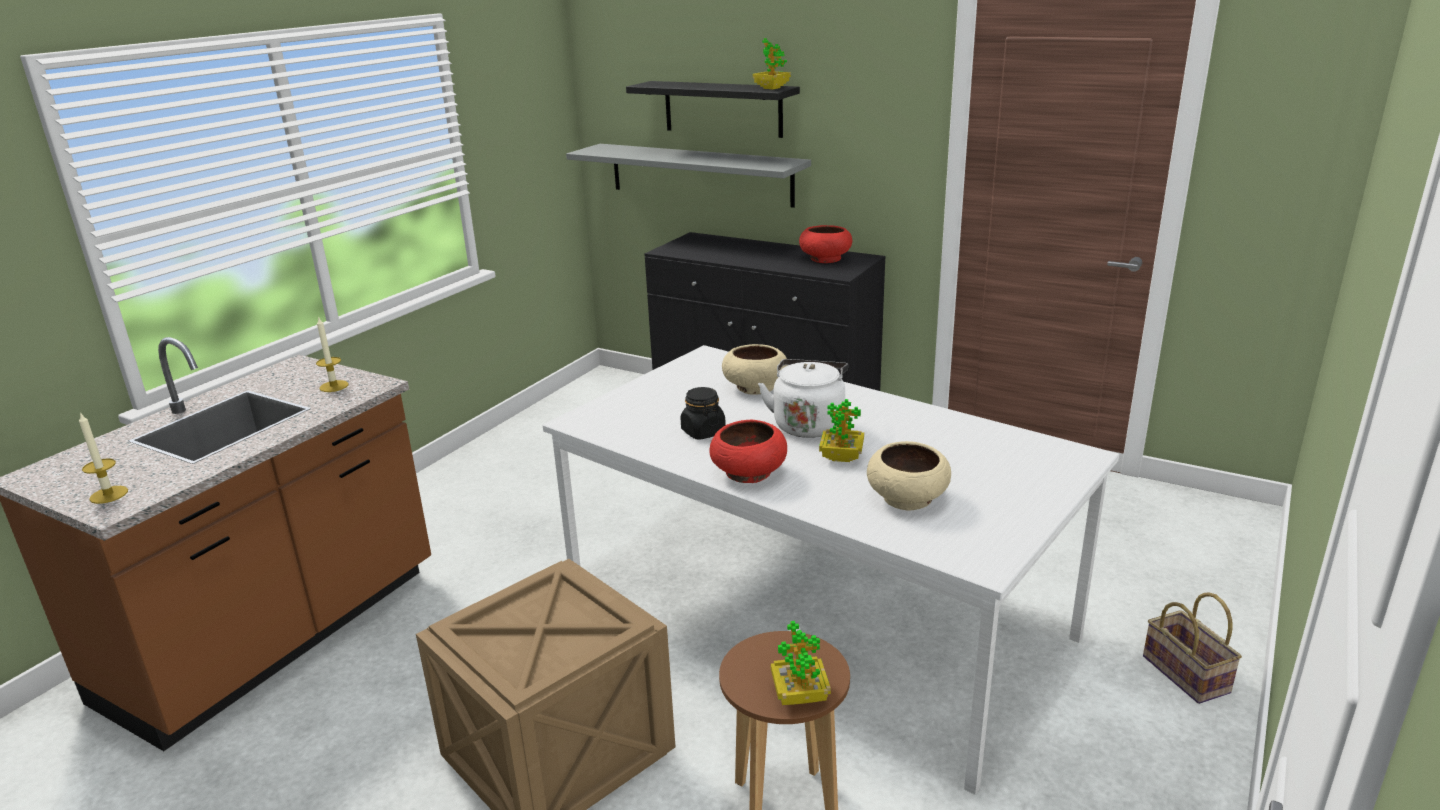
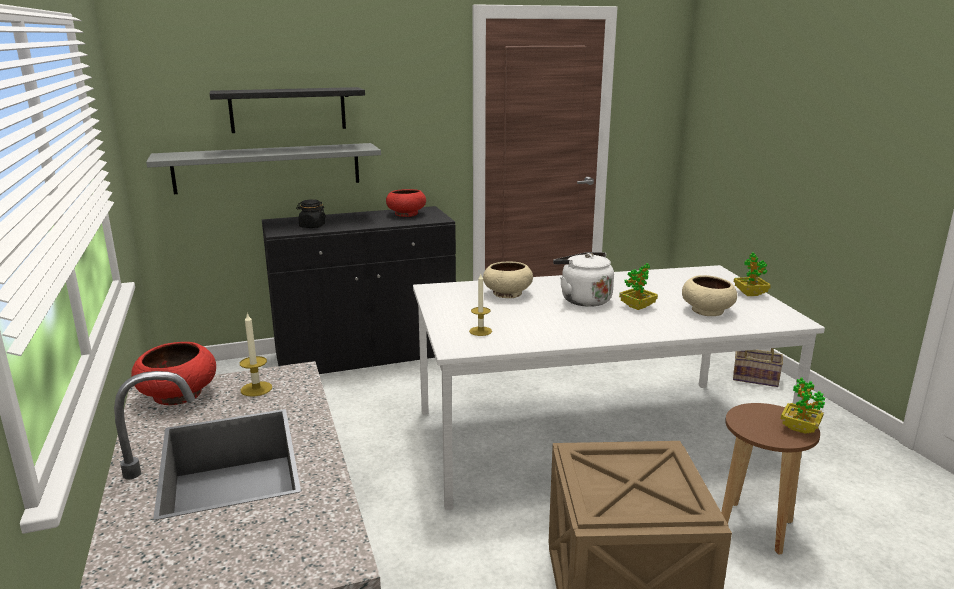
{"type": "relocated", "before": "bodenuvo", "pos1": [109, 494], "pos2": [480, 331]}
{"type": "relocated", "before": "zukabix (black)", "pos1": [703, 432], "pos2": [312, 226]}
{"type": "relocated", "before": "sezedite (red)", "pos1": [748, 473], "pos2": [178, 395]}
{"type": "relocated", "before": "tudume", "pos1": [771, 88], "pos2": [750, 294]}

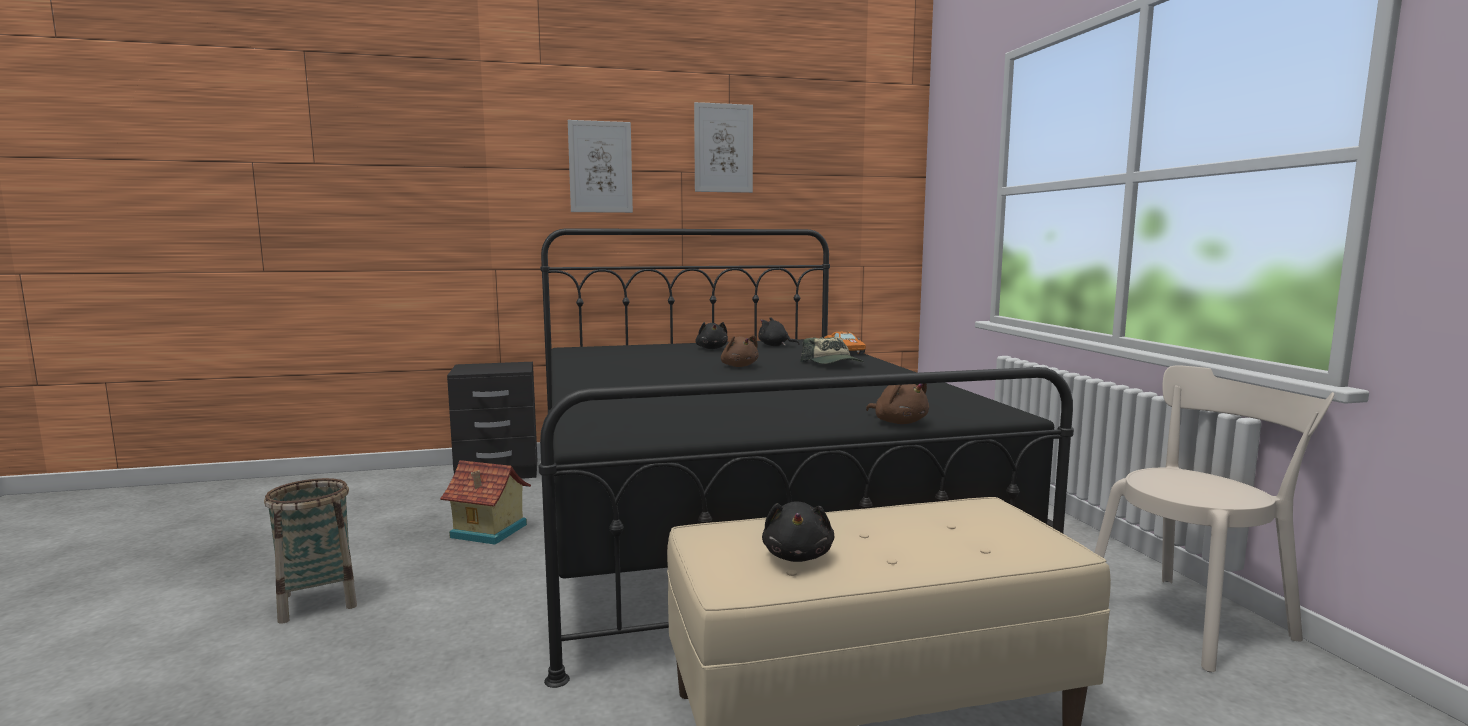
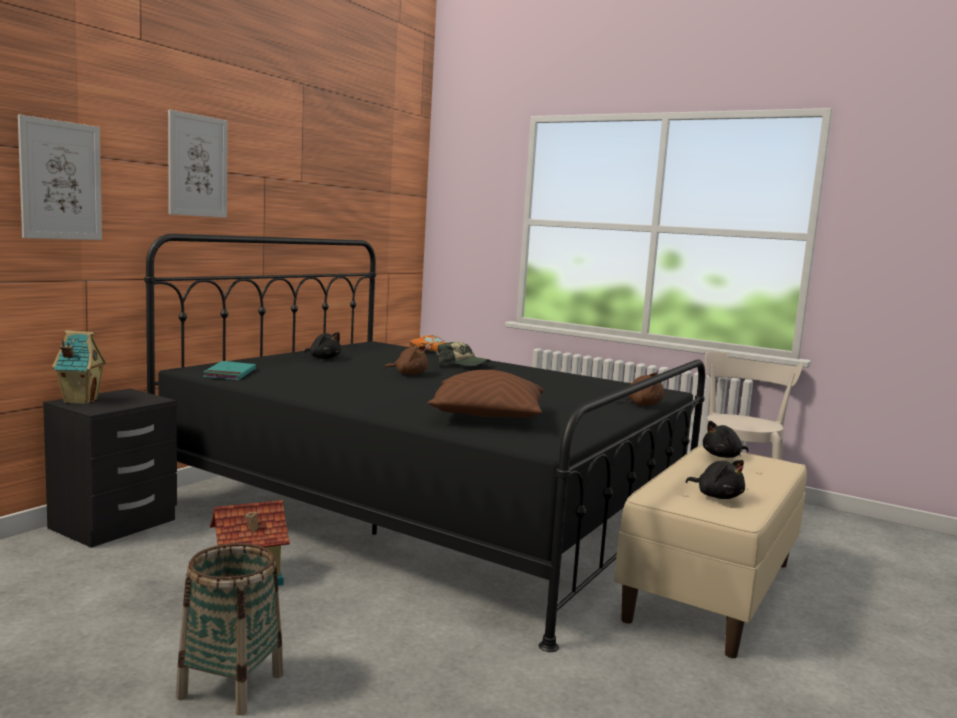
{"type": "relocated", "before": "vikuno", "pos1": [723, 148], "pos2": [61, 180]}
{"type": "relocated", "before": "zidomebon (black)", "pos1": [775, 346], "pos2": [723, 456]}
{"type": "appeared", "after": "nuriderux", "pos2": [80, 400]}
{"type": "appeared", "after": "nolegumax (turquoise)", "pos2": [230, 374]}
{"type": "appeared", "after": "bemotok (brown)", "pos2": [488, 417]}

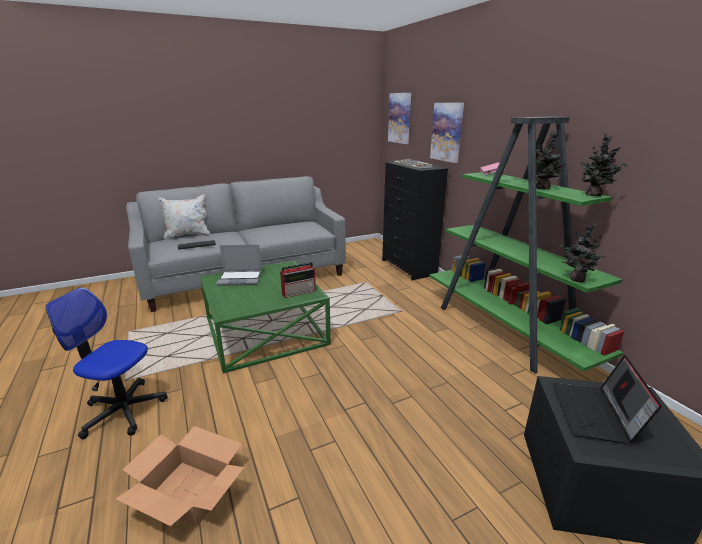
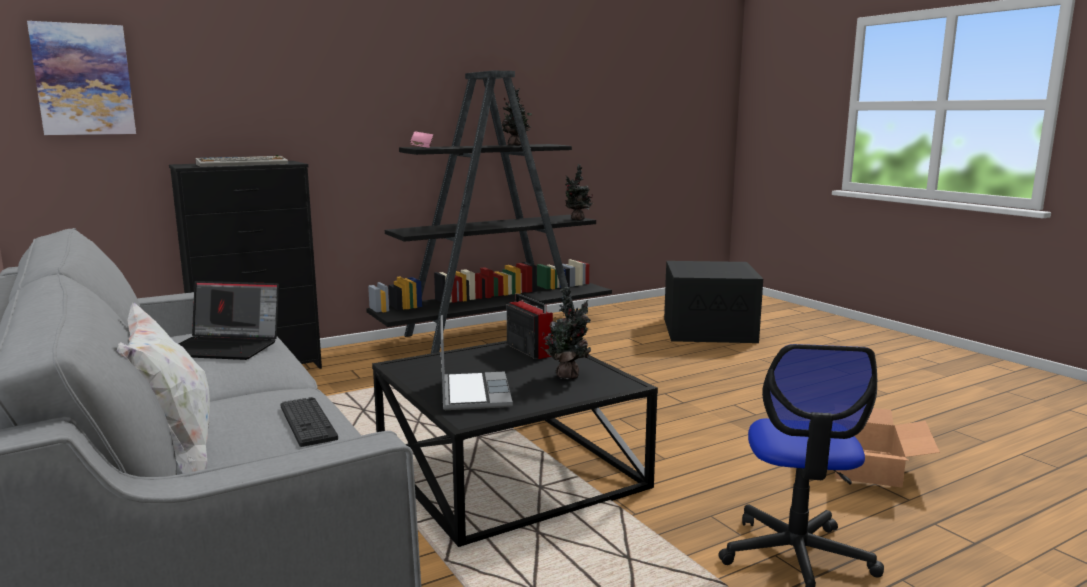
{"type": "colour", "before": "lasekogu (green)", "after": "lasekogu (black)", "pos1": [265, 331], "pos2": [508, 471]}
{"type": "missing", "before": "vikuno", "pos1": [447, 132]}
{"type": "colour", "before": "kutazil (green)", "after": "kutazil (black)", "pos1": [504, 331], "pos2": [495, 332]}
{"type": "relocated", "before": "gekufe", "pos1": [595, 414], "pos2": [226, 347]}
{"type": "relocated", "before": "tudume", "pos1": [594, 195], "pos2": [567, 375]}

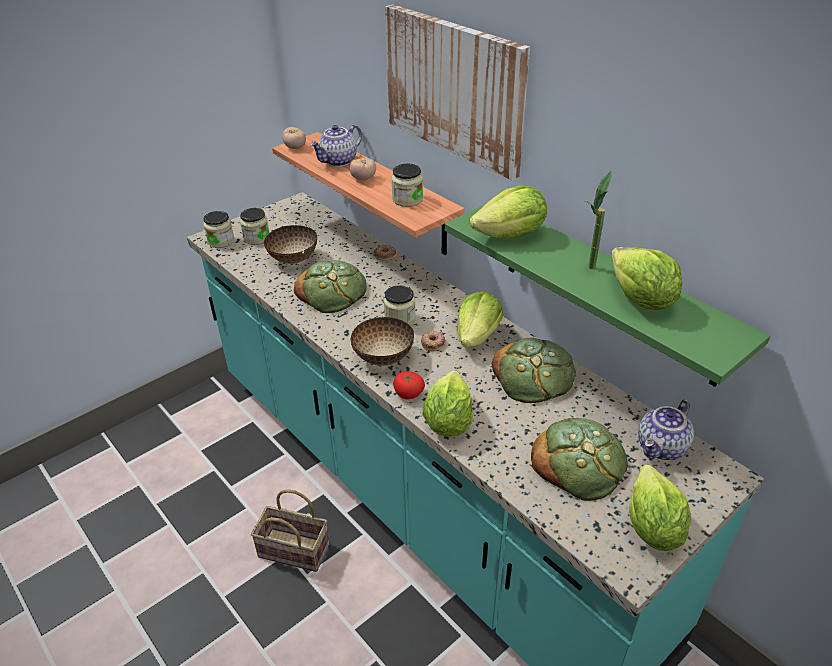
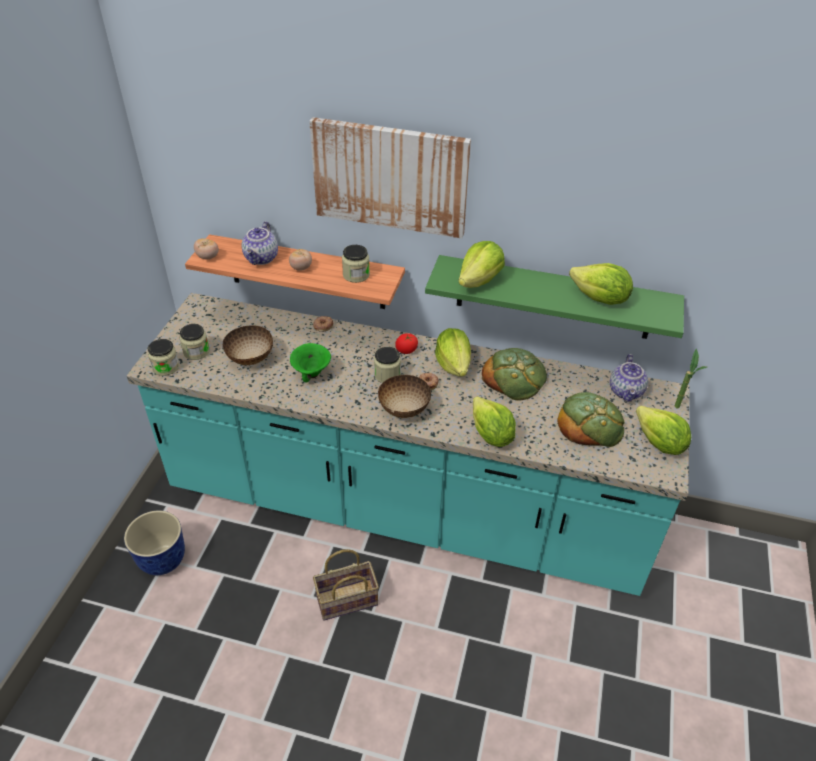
{"type": "exchanged", "before": "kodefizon", "after": "sezedite (green)", "pos1": [332, 291], "pos2": [312, 373]}
{"type": "relocated", "before": "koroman", "pos1": [408, 394], "pos2": [406, 350]}
{"type": "relocated", "before": "tudume", "pos1": [590, 271], "pos2": [679, 410]}
{"type": "appeared", "after": "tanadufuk", "pos2": [163, 559]}

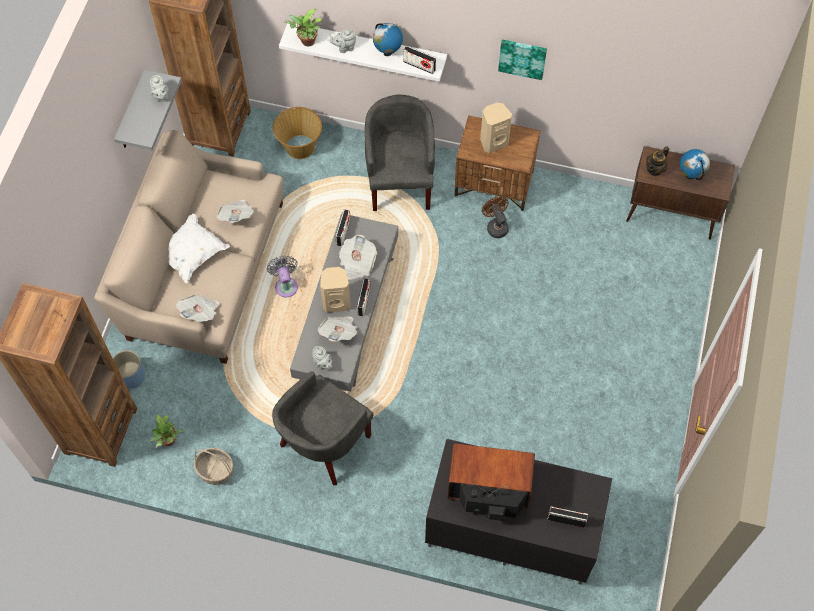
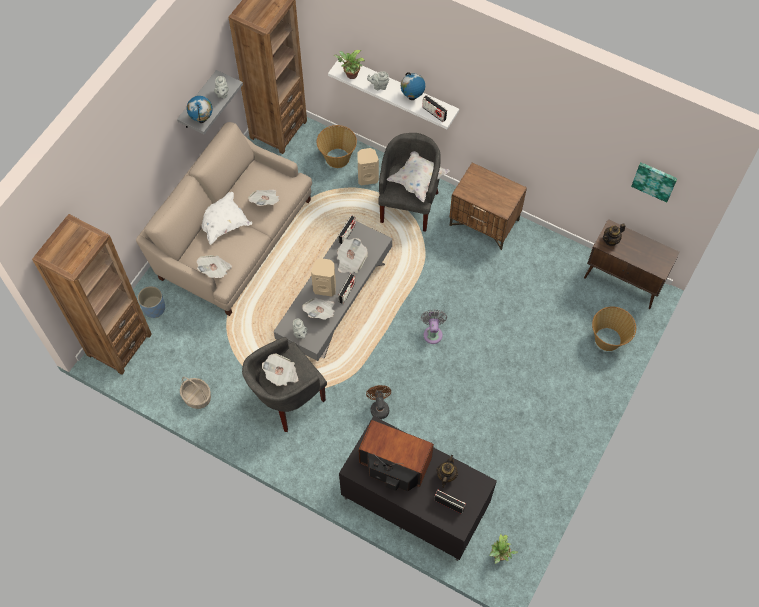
{"type": "relocated", "before": "tudume", "pos1": [168, 442], "pos2": [499, 556]}
{"type": "relocated", "before": "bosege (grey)", "pos1": [286, 285], "pos2": [433, 333]}
{"type": "relocated", "before": "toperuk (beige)", "pos1": [493, 141], "pos2": [367, 177]}
{"type": "relocated", "before": "bosege (brown)", "pos1": [495, 226], "pos2": [379, 407]}
{"type": "relocated", "before": "vikuno", "pos1": [522, 58], "pos2": [654, 180]}
{"type": "relocated", "before": "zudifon", "pos1": [690, 175], "pos2": [202, 120]}
{"type": "appeared", "after": "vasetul", "pos2": [281, 374]}
{"type": "appeared", "after": "bemotok (white)", "pos2": [418, 181]}
{"type": "appeared", "after": "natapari", "pos2": [446, 475]}
{"type": "appeared", "after": "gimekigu", "pos2": [608, 339]}

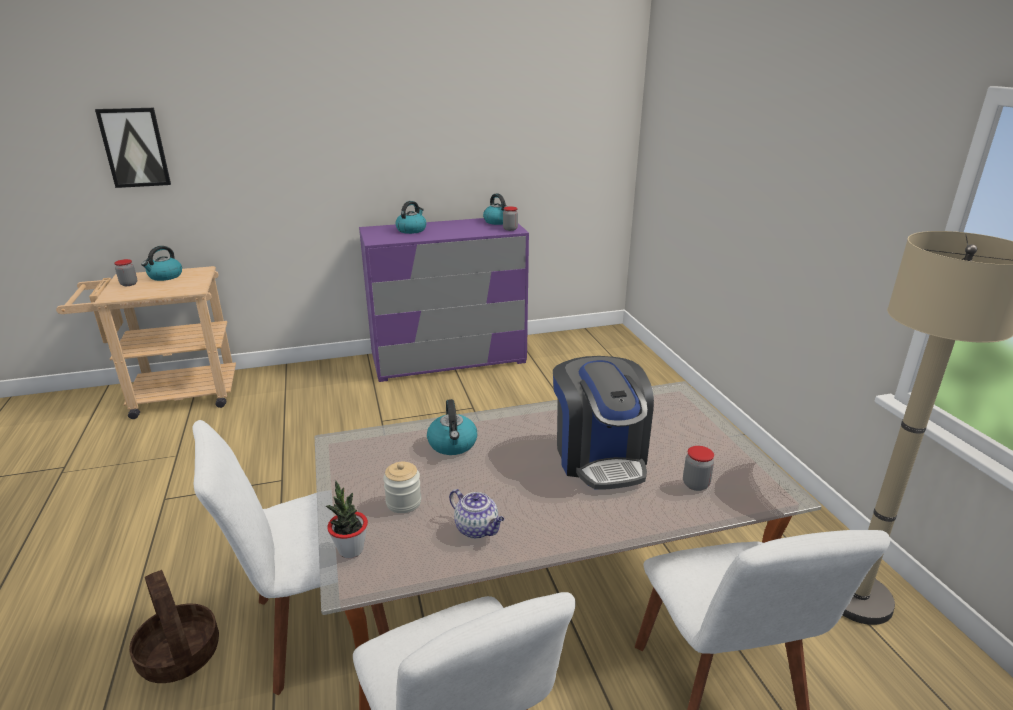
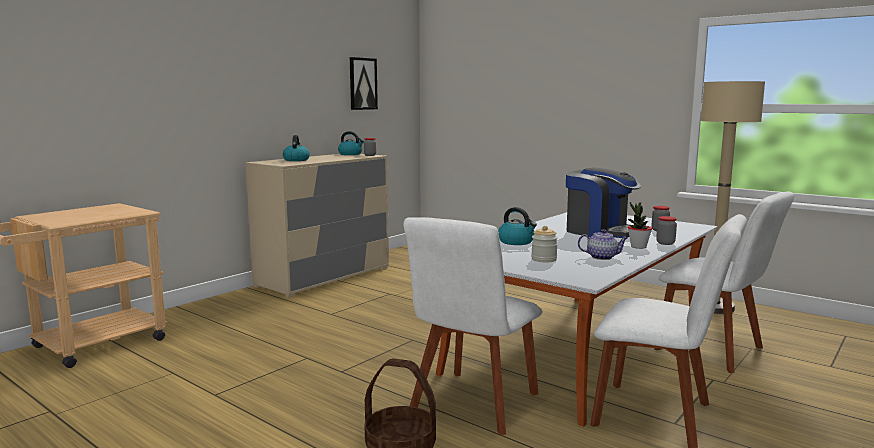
{"type": "relocated", "before": "vikuno", "pos1": [134, 147], "pos2": [362, 83]}
{"type": "relocated", "before": "zukabix", "pos1": [129, 284], "pos2": [665, 243]}
{"type": "missing", "before": "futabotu", "pos1": [165, 276]}
{"type": "relocated", "before": "tudume", "pos1": [351, 550], "pos2": [638, 247]}
{"type": "colour", "before": "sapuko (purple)", "after": "sapuko (beige)", "pos1": [448, 359], "pos2": [324, 277]}

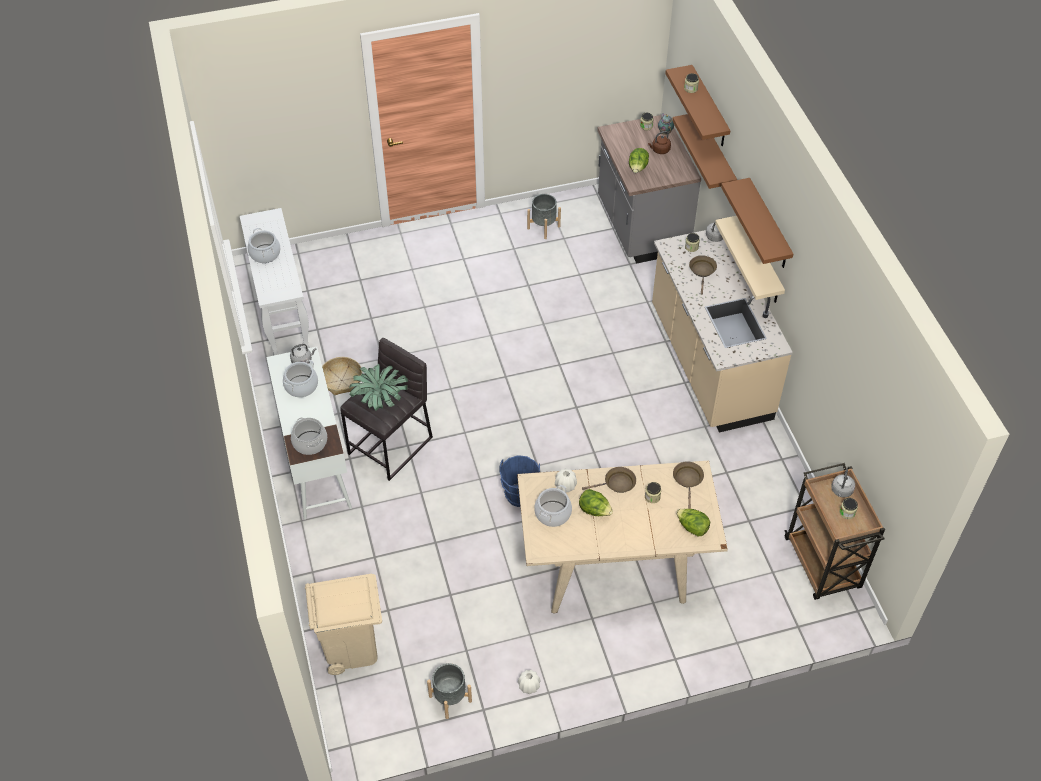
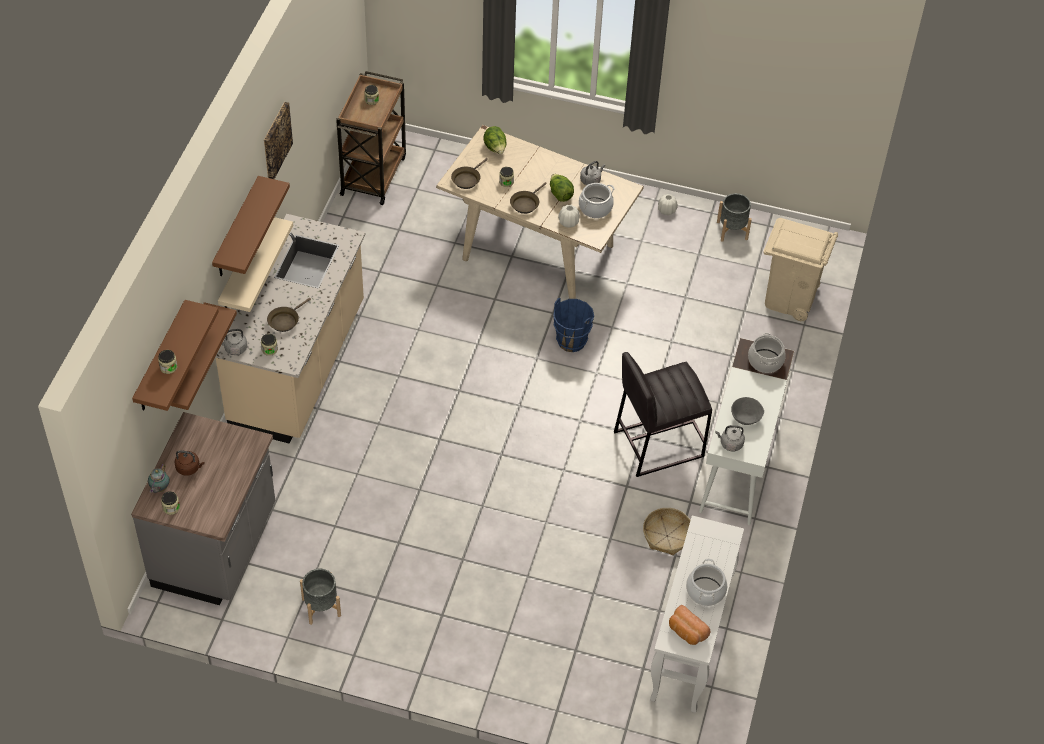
{"type": "exchanged", "before": "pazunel", "after": "sezedite (grey)", "pos1": [301, 386], "pos2": [745, 418]}
{"type": "missing", "before": "tudume", "pos1": [379, 400]}
{"type": "spun", "before": "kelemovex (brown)", "pos1": [617, 484], "pos2": [526, 203], "turn": -75}
{"type": "missing", "before": "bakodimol", "pos1": [637, 168]}
{"type": "relocated", "before": "futabotu (grey)", "pos1": [841, 491], "pos2": [591, 180]}
{"type": "appeared", "after": "vikuno", "pos2": [276, 141]}
{"type": "appeared", "after": "kodefizon", "pos2": [686, 632]}

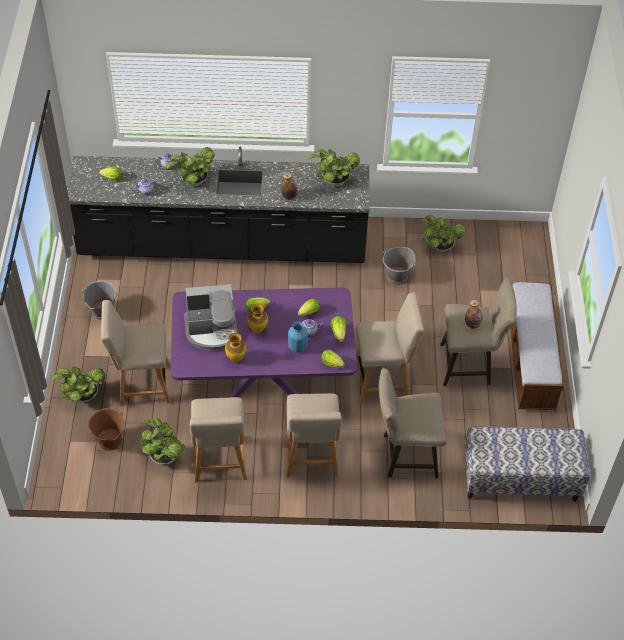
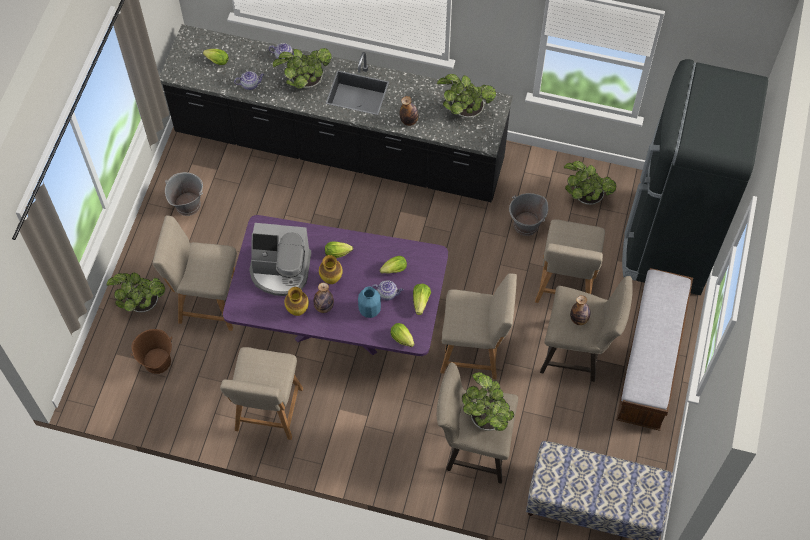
{"type": "relocated", "before": "tudume", "pos1": [163, 456], "pos2": [486, 416]}
{"type": "relocated", "before": "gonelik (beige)", "pos1": [312, 458], "pos2": [565, 287]}
{"type": "appeared", "after": "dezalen", "pos2": [324, 307]}
{"type": "appeared", "after": "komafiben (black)", "pos2": [668, 242]}

